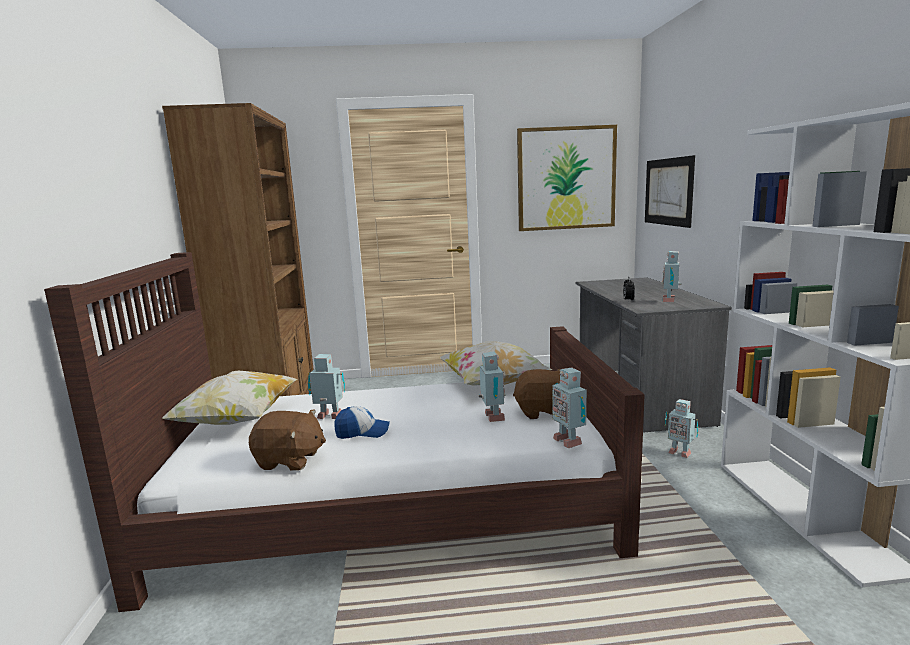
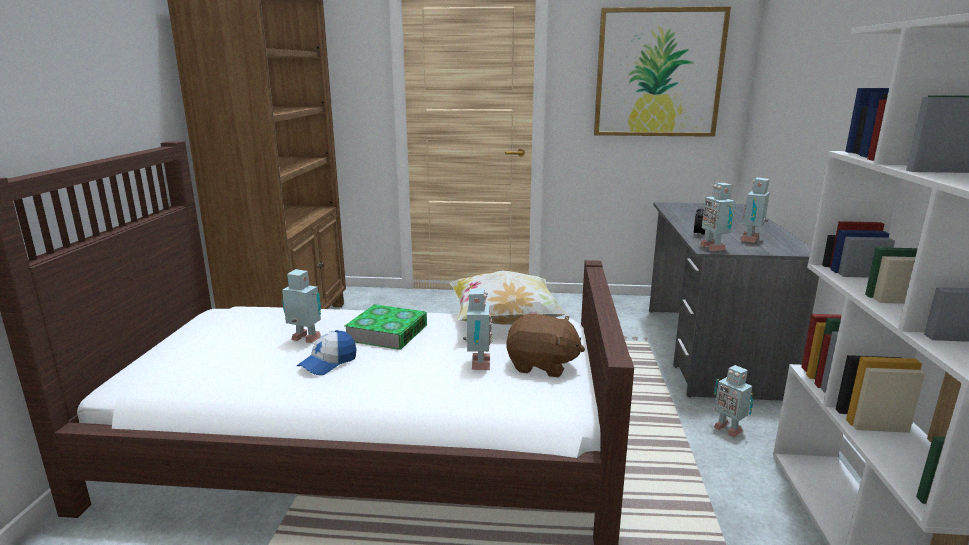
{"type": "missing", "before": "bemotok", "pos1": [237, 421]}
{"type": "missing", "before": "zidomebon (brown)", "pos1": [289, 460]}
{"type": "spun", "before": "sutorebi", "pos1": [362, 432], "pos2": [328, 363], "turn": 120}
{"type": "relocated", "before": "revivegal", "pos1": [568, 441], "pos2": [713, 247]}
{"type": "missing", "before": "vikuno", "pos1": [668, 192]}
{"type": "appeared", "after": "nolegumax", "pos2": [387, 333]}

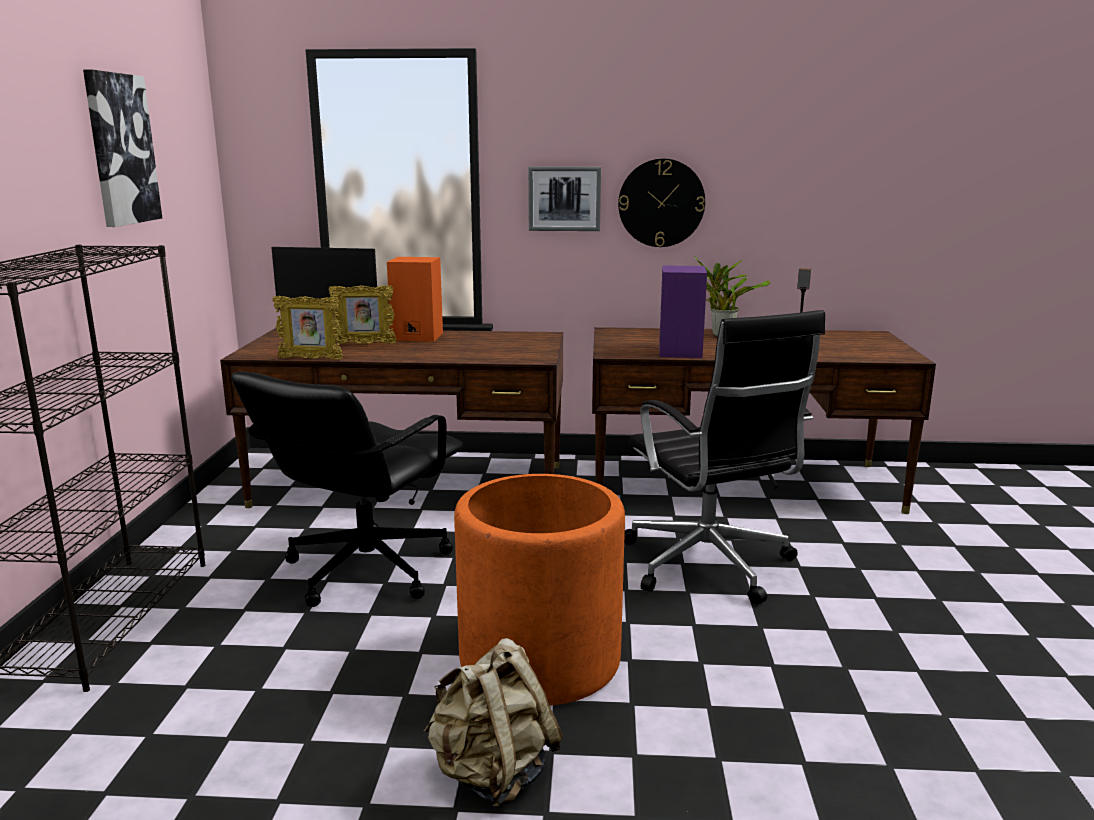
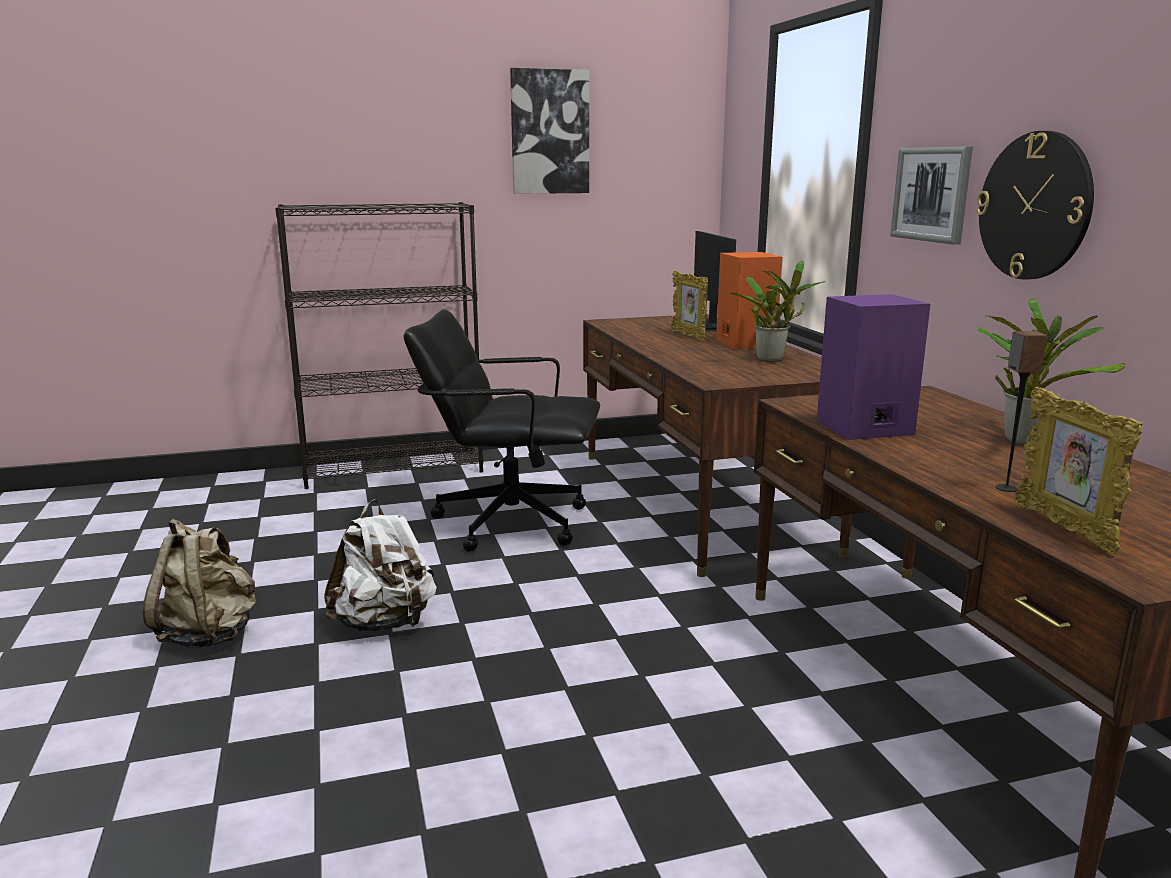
{"type": "relocated", "before": "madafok", "pos1": [311, 359], "pos2": [1064, 528]}
{"type": "exchanged", "before": "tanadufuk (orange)", "after": "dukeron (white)", "pos1": [539, 659], "pos2": [384, 623]}
{"type": "missing", "before": "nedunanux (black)", "pos1": [709, 566]}
{"type": "appeared", "after": "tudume", "pos2": [773, 359]}

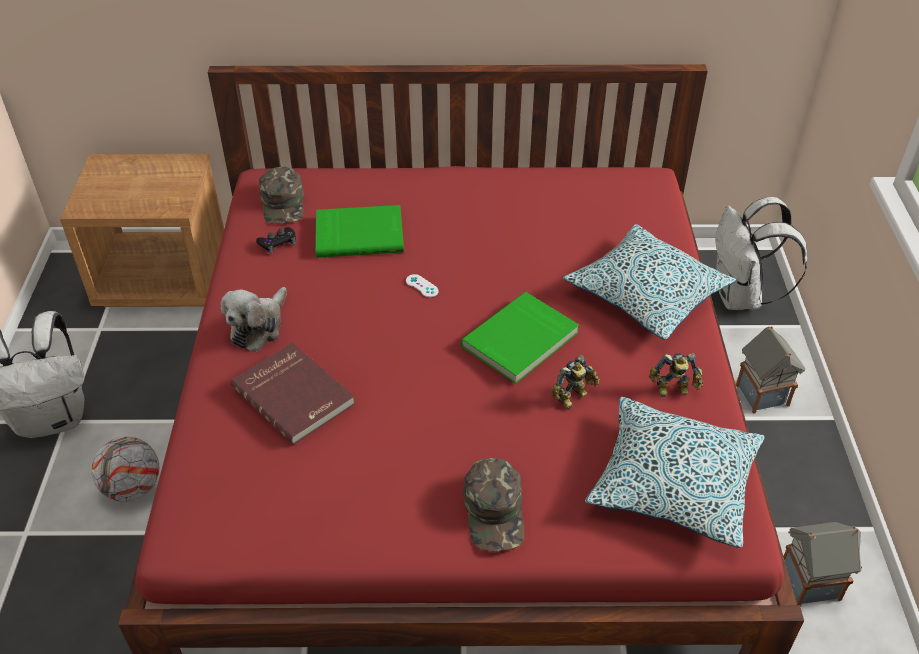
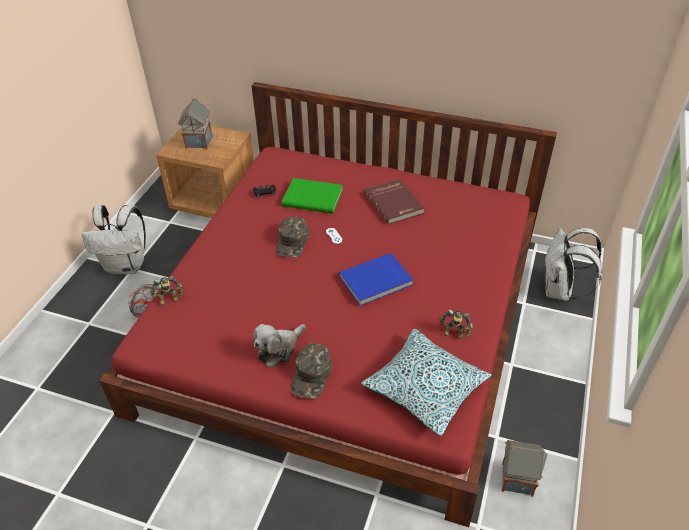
{"type": "relocated", "before": "zidomebon", "pos1": [258, 327], "pos2": [279, 349]}
{"type": "relocated", "before": "nolegumax (red)", "pos1": [295, 395], "pos2": [395, 203]}
{"type": "relocated", "before": "sutorebi (green)", "pos1": [283, 203], "pos2": [292, 242]}
{"type": "colour", "before": "nolegumax (green)", "after": "nolegumax (blue)", "pos1": [521, 340], "pos2": [376, 281]}
{"type": "relocated", "before": "revivegal", "pos1": [574, 397], "pos2": [169, 300]}
{"type": "missing", "before": "bemotok", "pos1": [646, 294]}
{"type": "relocated", "before": "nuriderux", "pos1": [761, 394], "pos2": [199, 142]}

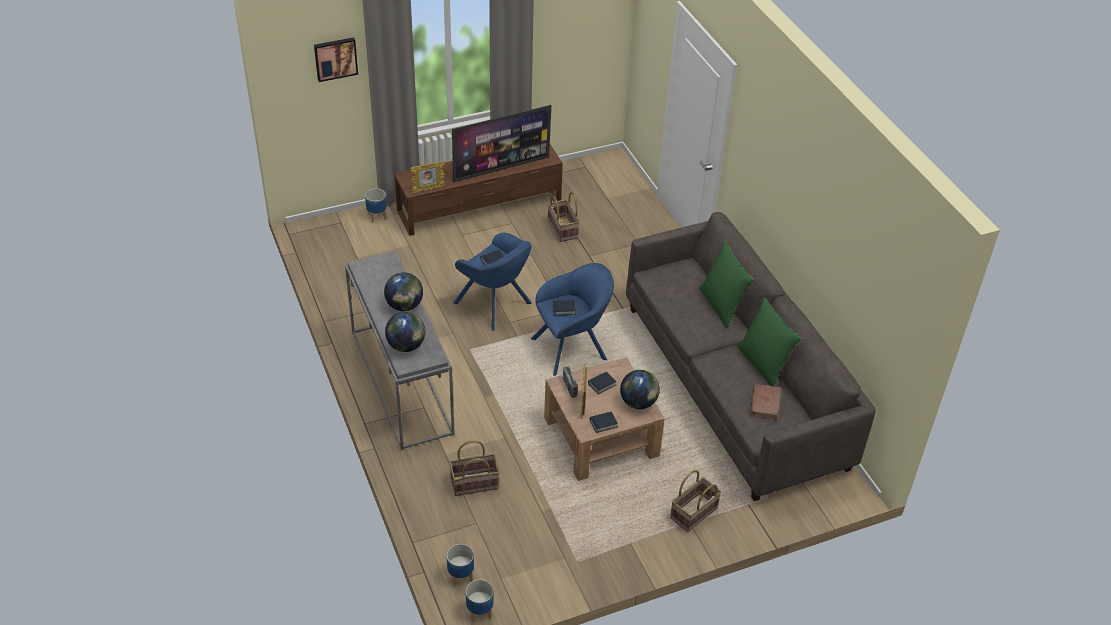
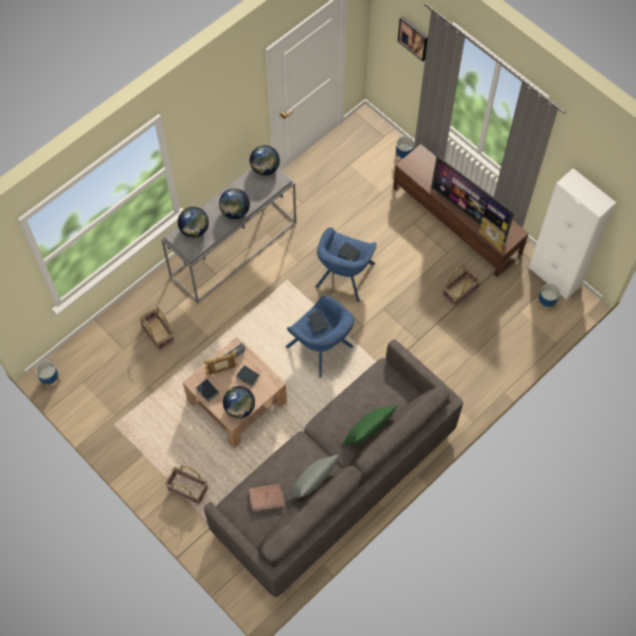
{"type": "relocated", "before": "madafok", "pos1": [428, 189], "pos2": [490, 241]}
{"type": "relocated", "before": "tanadufuk", "pos1": [460, 576], "pos2": [546, 303]}
{"type": "colour", "before": "bemotok (green)", "after": "bemotok (grey)", "pos1": [763, 364], "pos2": [312, 485]}
{"type": "appeared", "after": "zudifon", "pos2": [265, 168]}
{"type": "appeared", "after": "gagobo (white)", "pos2": [554, 276]}

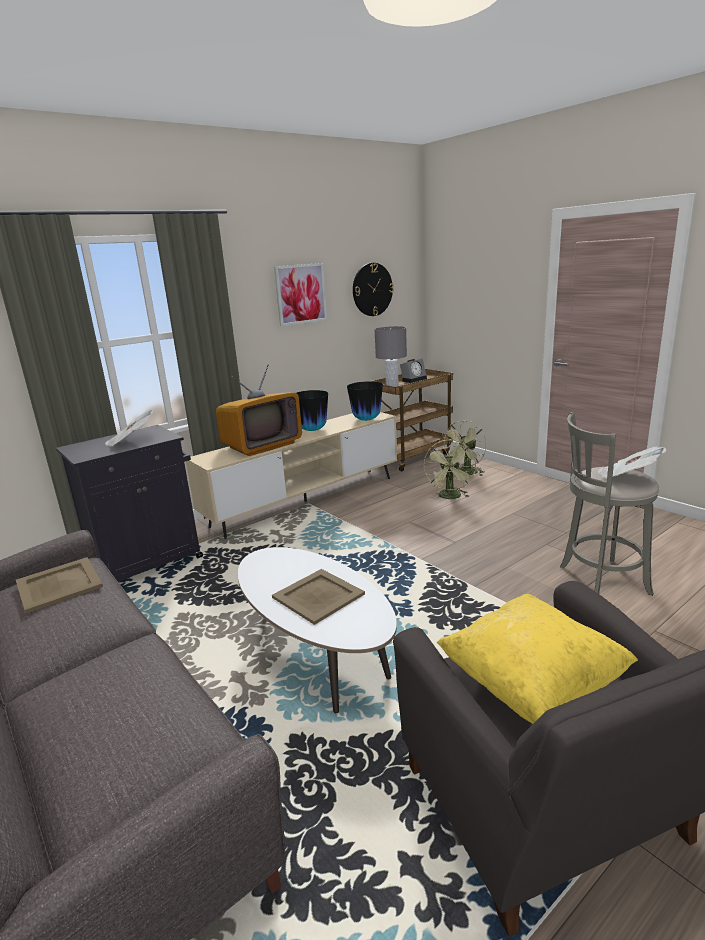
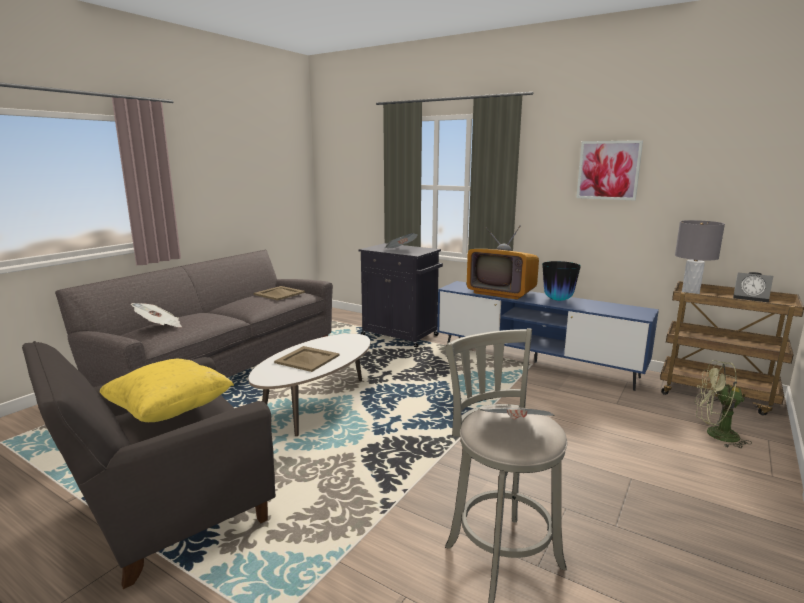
{"type": "colour", "before": "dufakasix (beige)", "after": "dufakasix (blue)", "pos1": [305, 501], "pos2": [535, 362]}
{"type": "missing", "before": "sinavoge", "pos1": [366, 420]}
{"type": "missing", "before": "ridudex", "pos1": [372, 289]}
{"type": "missing", "before": "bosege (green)", "pos1": [450, 497]}
{"type": "appeared", "after": "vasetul", "pos2": [159, 326]}

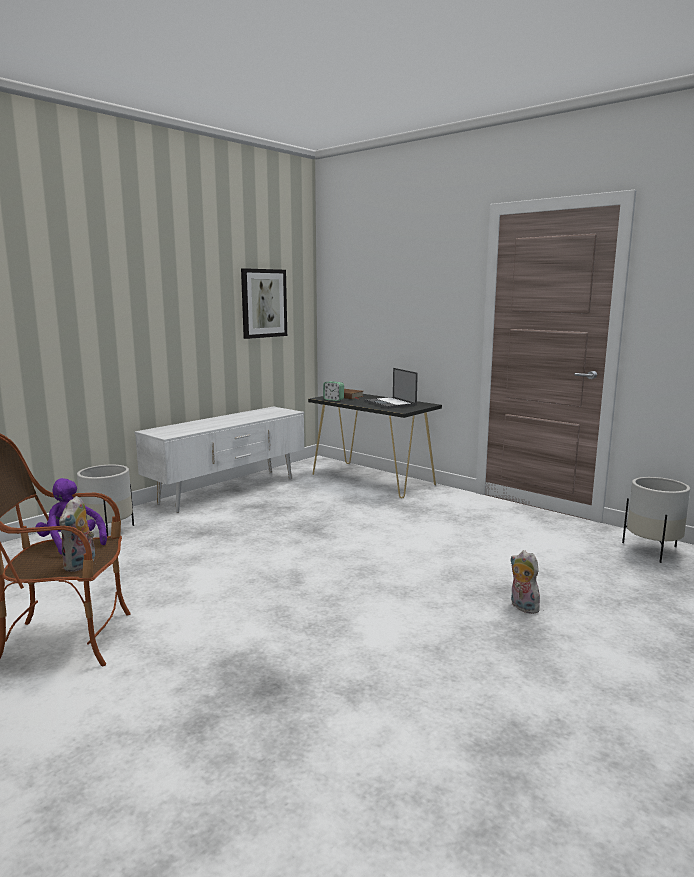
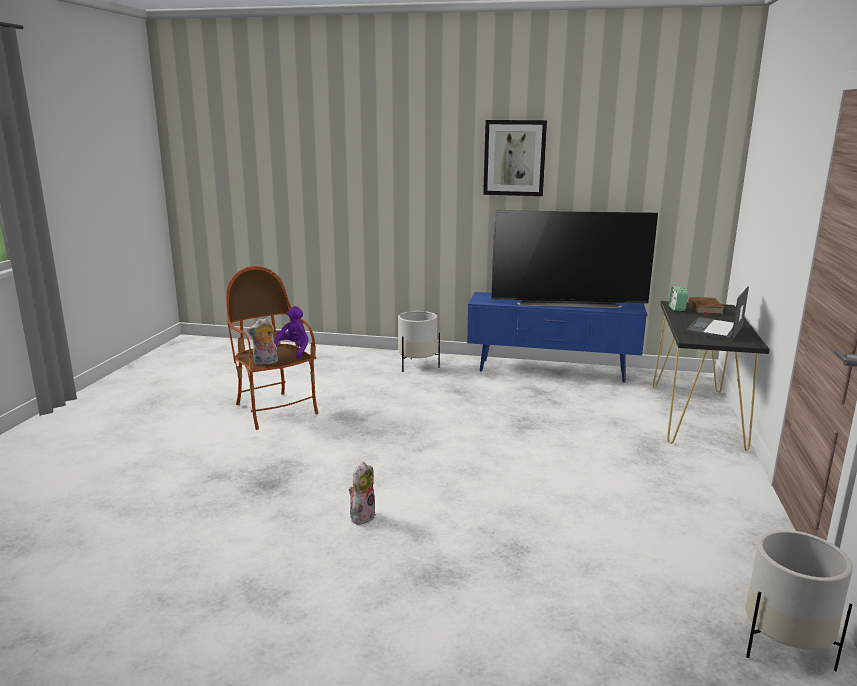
{"type": "colour", "before": "dufakasix (white)", "after": "dufakasix (blue)", "pos1": [229, 491], "pos2": [551, 371]}
{"type": "relocated", "before": "vikuno", "pos1": [263, 303], "pos2": [514, 158]}
{"type": "relocated", "before": "zidomebon", "pos1": [522, 607], "pos2": [362, 515]}
{"type": "appeared", "after": "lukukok", "pos2": [568, 303]}

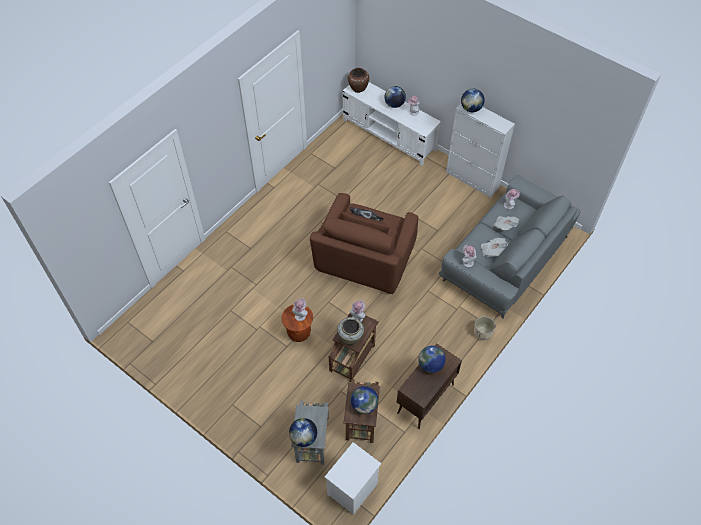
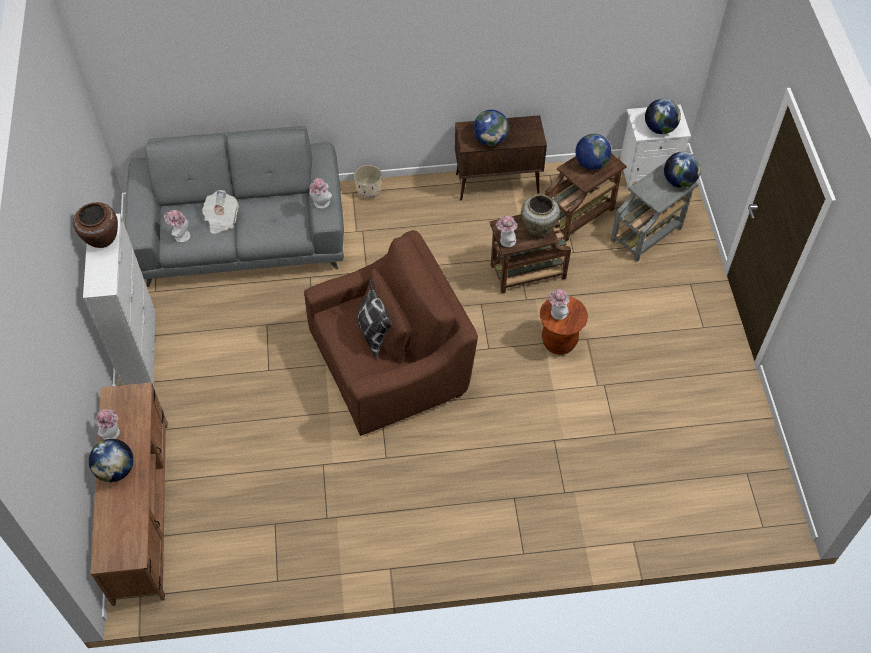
{"type": "colour", "before": "dufakasix (white)", "after": "dufakasix (brown)", "pos1": [389, 135], "pos2": [141, 509]}
{"type": "relocated", "before": "sinavoge (brown)", "pos1": [358, 88], "pos2": [101, 239]}
{"type": "relocated", "before": "zudifon", "pos1": [471, 108], "pos2": [659, 128]}
{"type": "missing", "before": "vasetul", "pos1": [492, 250]}

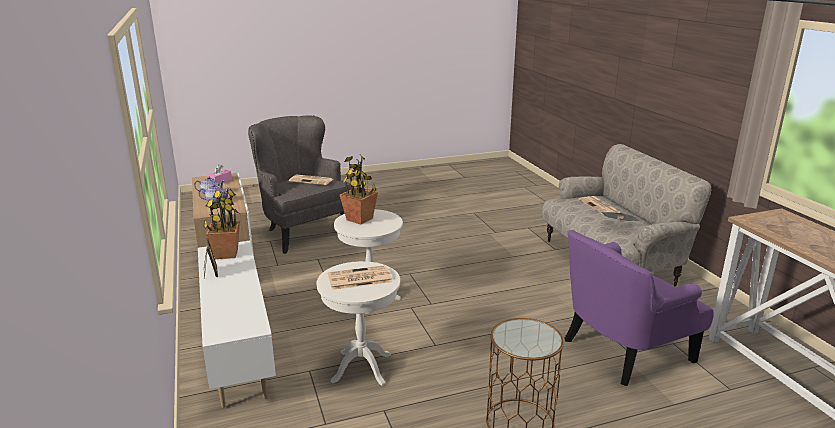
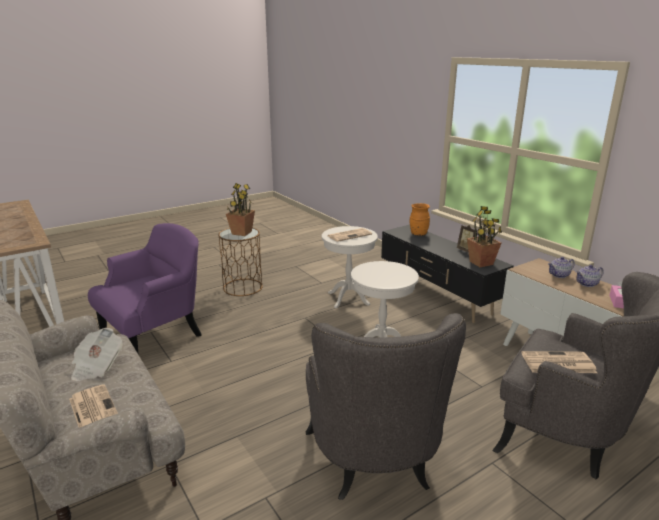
{"type": "colour", "before": "dufakasix (white)", "after": "dufakasix (black)", "pos1": [239, 351], "pos2": [438, 296]}
{"type": "relocated", "before": "tudume", "pos1": [360, 219], "pos2": [241, 233]}
{"type": "appeared", "after": "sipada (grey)", "pos2": [375, 463]}
{"type": "appeared", "after": "sinavoge (orange)", "pos2": [418, 234]}

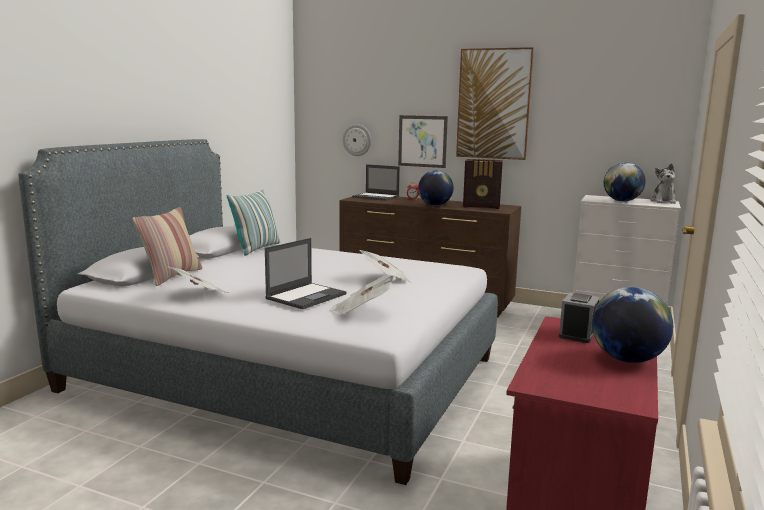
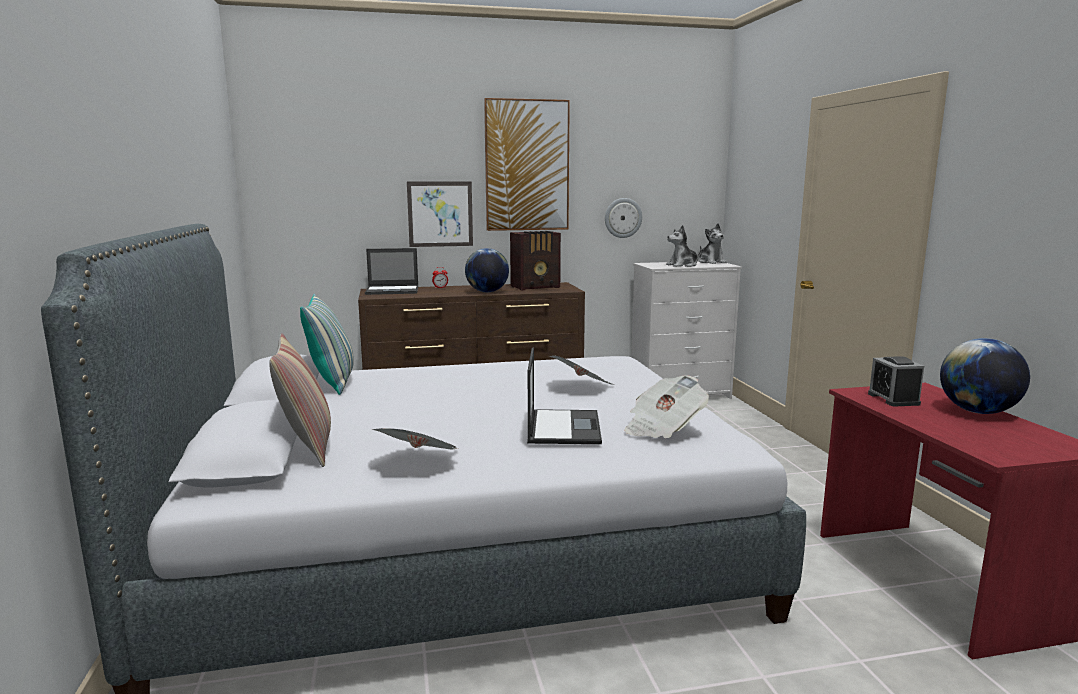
{"type": "relocated", "before": "ridudex", "pos1": [357, 140], "pos2": [623, 218]}
{"type": "exchanged", "before": "zudifon", "after": "zidomebon", "pos1": [622, 201], "pos2": [683, 265]}

